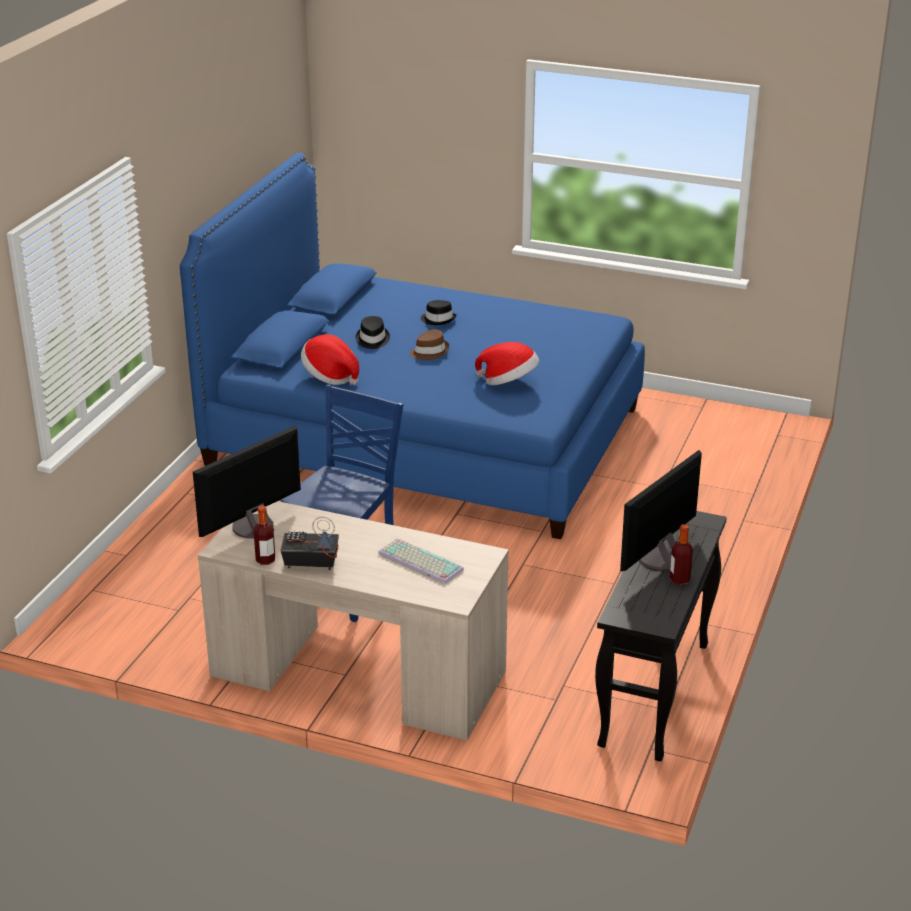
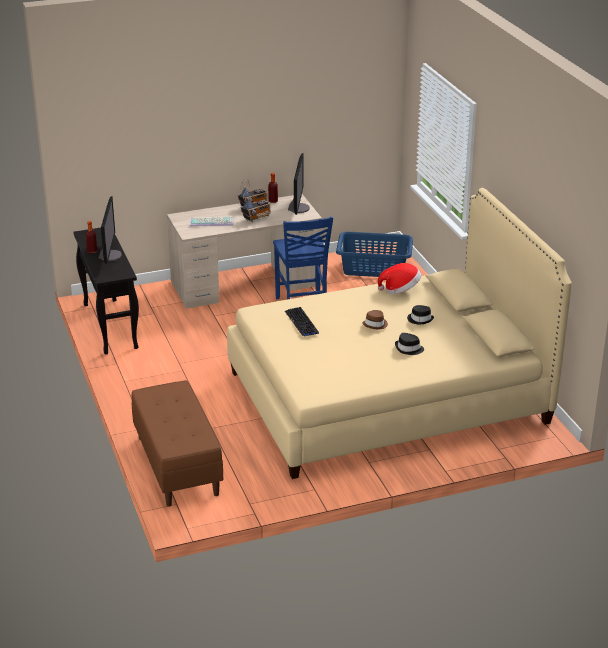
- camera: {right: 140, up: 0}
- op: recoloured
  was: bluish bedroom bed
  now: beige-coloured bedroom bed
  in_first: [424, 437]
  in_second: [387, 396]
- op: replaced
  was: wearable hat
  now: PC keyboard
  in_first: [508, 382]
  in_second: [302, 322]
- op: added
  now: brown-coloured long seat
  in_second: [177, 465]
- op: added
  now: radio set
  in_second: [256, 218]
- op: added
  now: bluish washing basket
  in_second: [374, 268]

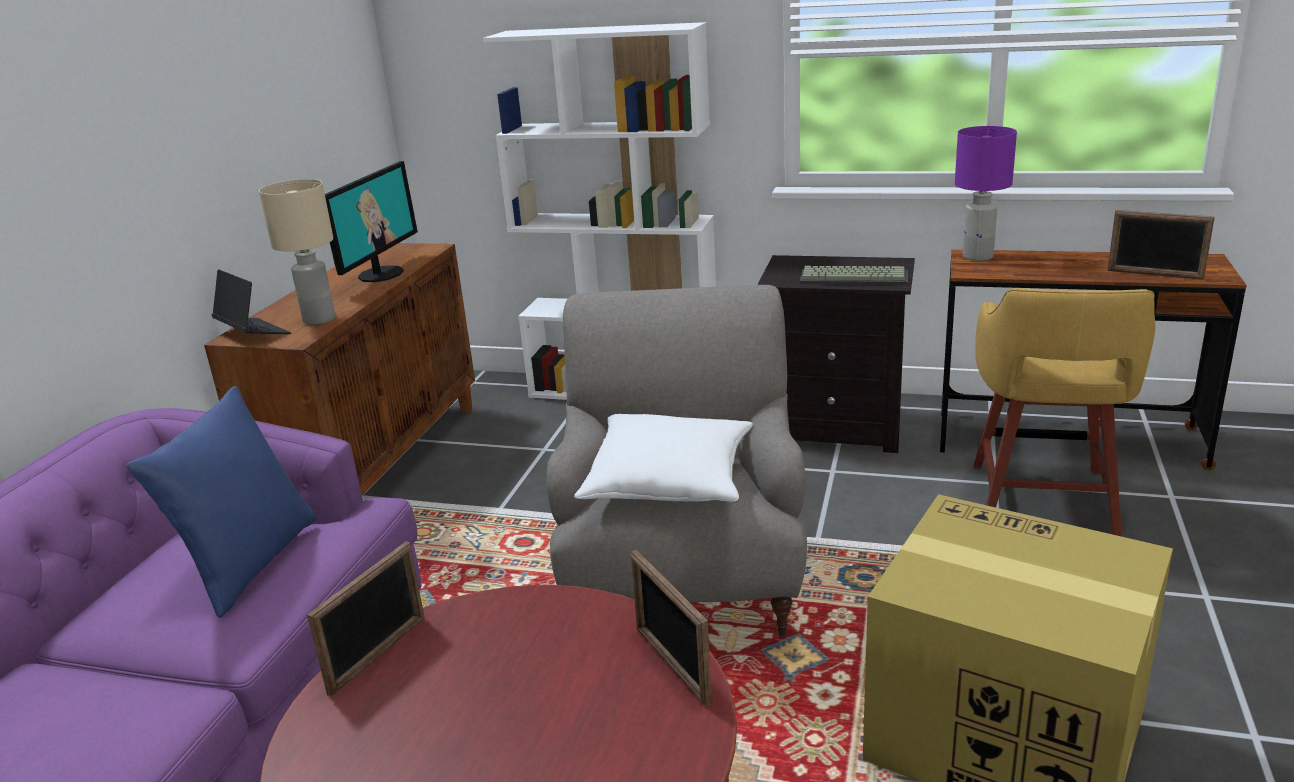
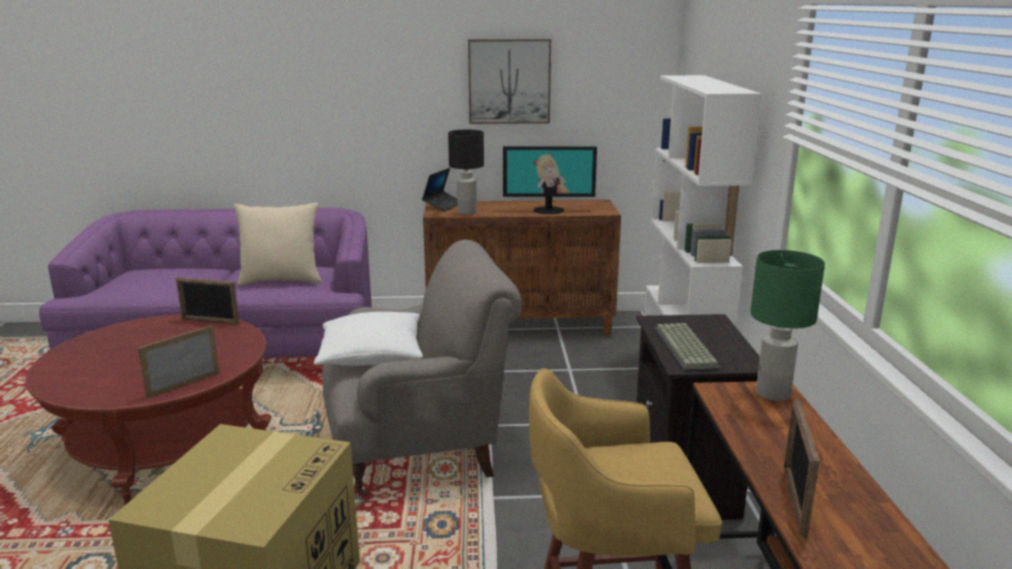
- camera: {right: 70, up: -5}
- op: recoloured
  was: bluish pillow
  now: beige-coloured pillow
  in_first: [250, 564]
  in_second: [281, 280]
- op: recoloured
  was: beige-coloured tabletop lamp
  now: black tabletop lamp
  in_first: [319, 320]
  in_second: [466, 212]
- op: recoloured
  was: purple-coloured tabletop lamp
  now: green-coloured tabletop lamp
  in_first: [978, 257]
  in_second: [772, 394]
- op: added
  now: wall picture
  in_second: [509, 81]

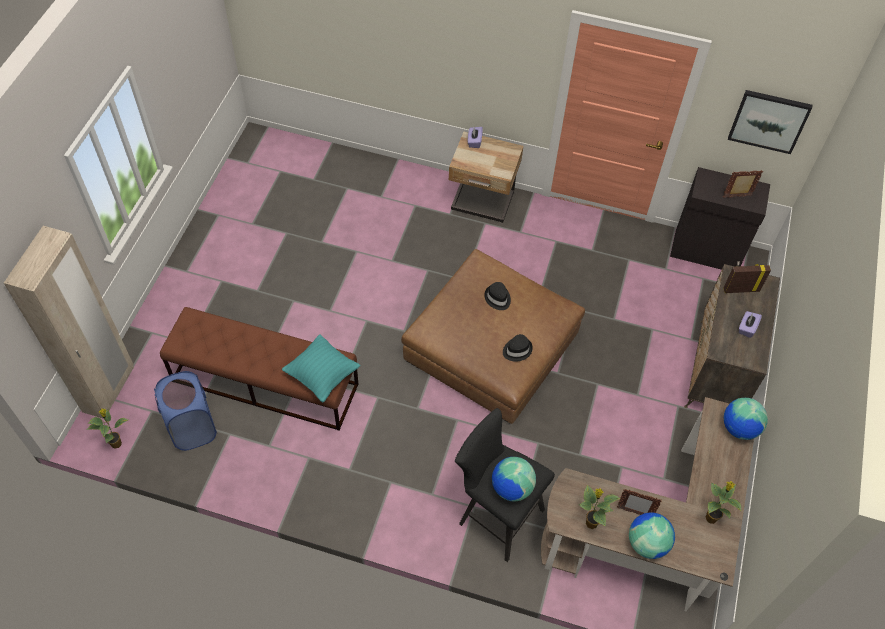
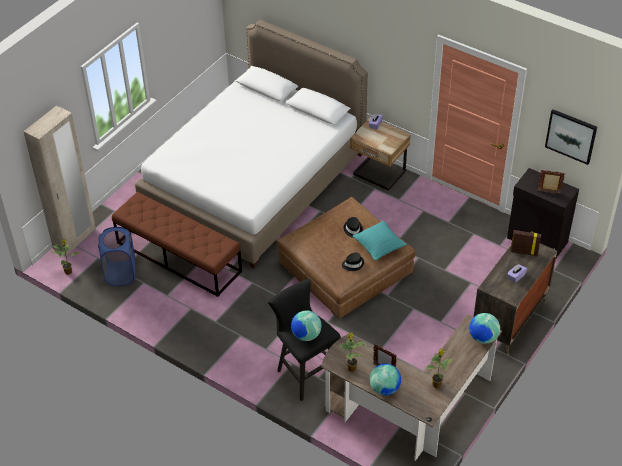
- camera: {right: 20, up: -10}
- op: moved
  was: turquoise-coloured pillow
  in_first: [322, 375]
  in_second: [379, 248]
- op: added
  now: white bedroom bed
  in_second: [255, 182]

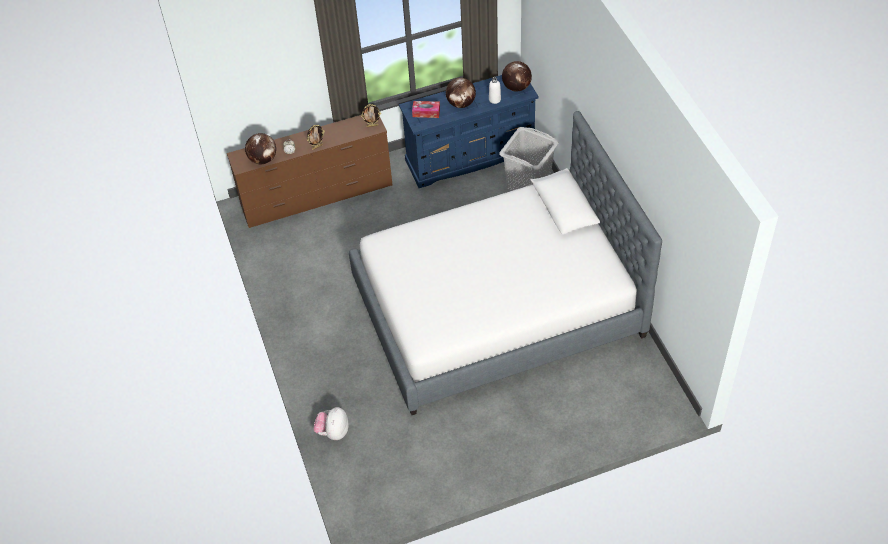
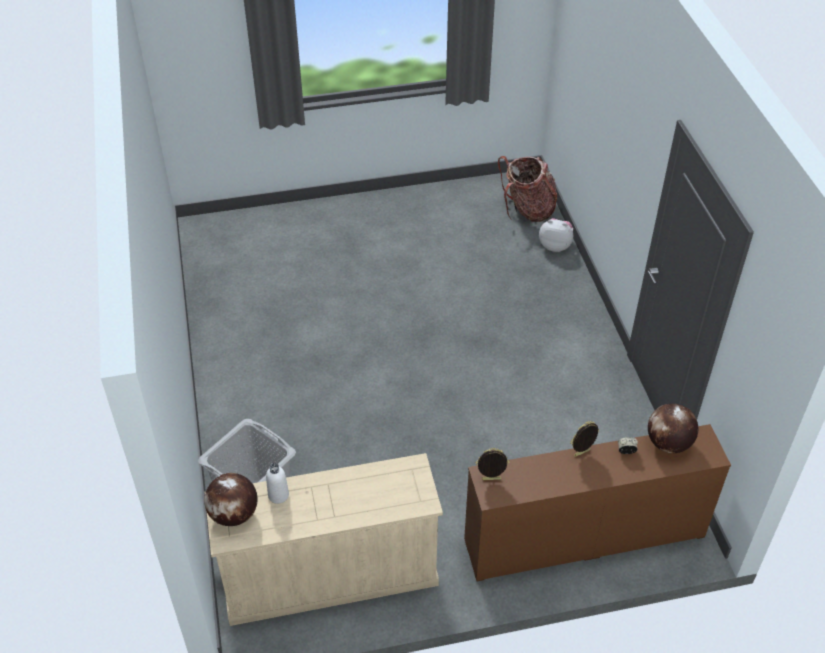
- camera: {right: -175, up: -5}
- op: turned
  was: plush toy
  in_first: [333, 432]
  in_second: [555, 245]
  clockwise: -90
- op: removed
  was: bedroom bed
  in_first: [497, 308]
- op: recoloured
  was: bluish dresser
  now: beige-coloured dresser
  in_first: [471, 156]
  in_second: [329, 576]
- op: removed
  was: box of tissues
  in_first: [426, 112]
- op: removed
  was: world globe
  in_first: [461, 104]
- op: added
  now: rucksack
  in_second: [527, 210]

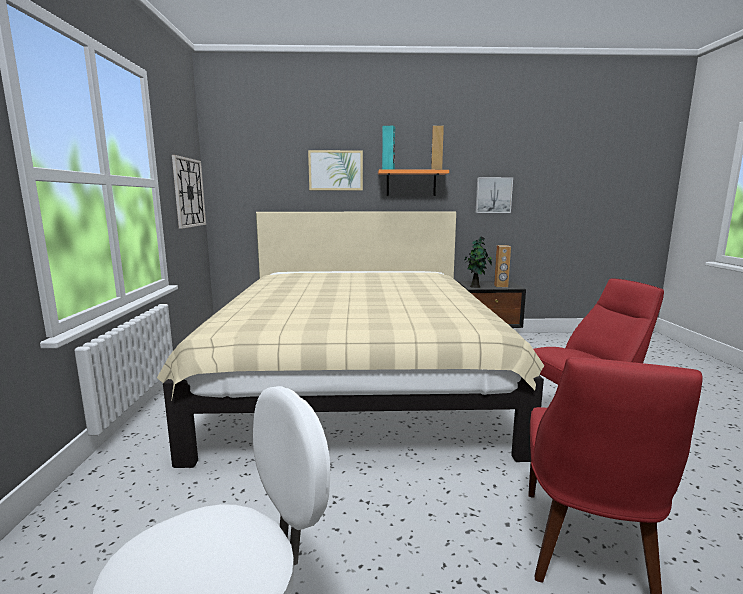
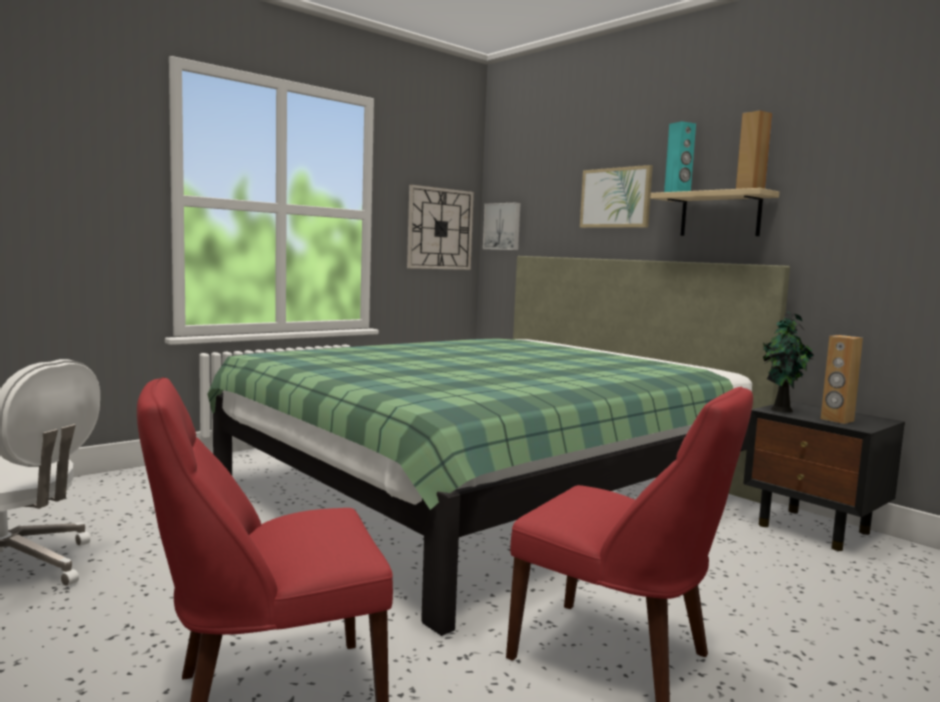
- camera: {right: 50, up: -5}
- op: recoloured
  was: beige-coloured bedroom bed
  now: green-coloured bedroom bed
  in_first: [355, 380]
  in_second: [488, 492]
- op: recoloured
  was: orange-coloured bracket shelf
  now: beige-coloured bracket shelf
  in_first: [411, 183]
  in_second: [720, 215]
- op: moved
  was: wall picture
  in_first: [493, 195]
  in_second: [503, 226]

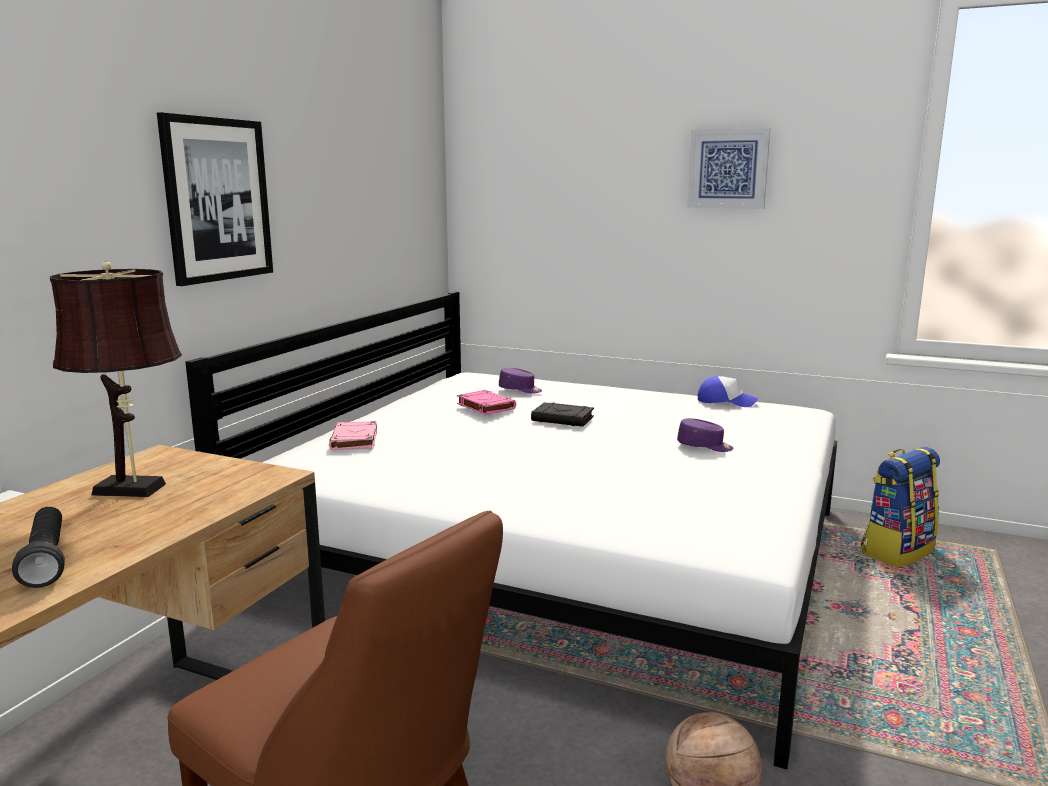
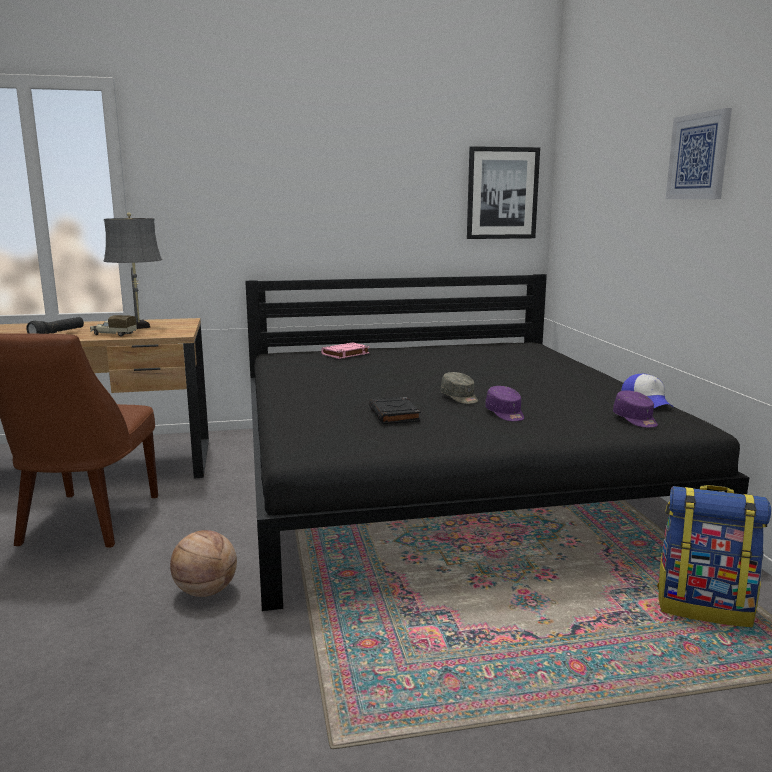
- camera: {right: 55, up: 0}
- op: recoloured
  was: brown-coloured tabletop lamp
  now: gray tabletop lamp
  in_first: [135, 490]
  in_second: [139, 326]
- op: moved
  was: wall picture
  in_first: [217, 200]
  in_second: [502, 193]
- op: recoloured
  was: white bedroom bed
  now: black bedroom bed
  in_first: [561, 553]
  in_second: [443, 480]
- op: removed
  was: pinkish volume
  in_first: [485, 406]
- op: moved
  was: purple-coloured cap
  in_first: [520, 390]
  in_second: [635, 420]
- op: moved
  was: black volume
  in_first: [563, 419]
  in_second: [394, 415]
- op: added
  now: toy truck
  in_second: [113, 334]
- op: added
  now: gray cap
  in_second: [460, 398]

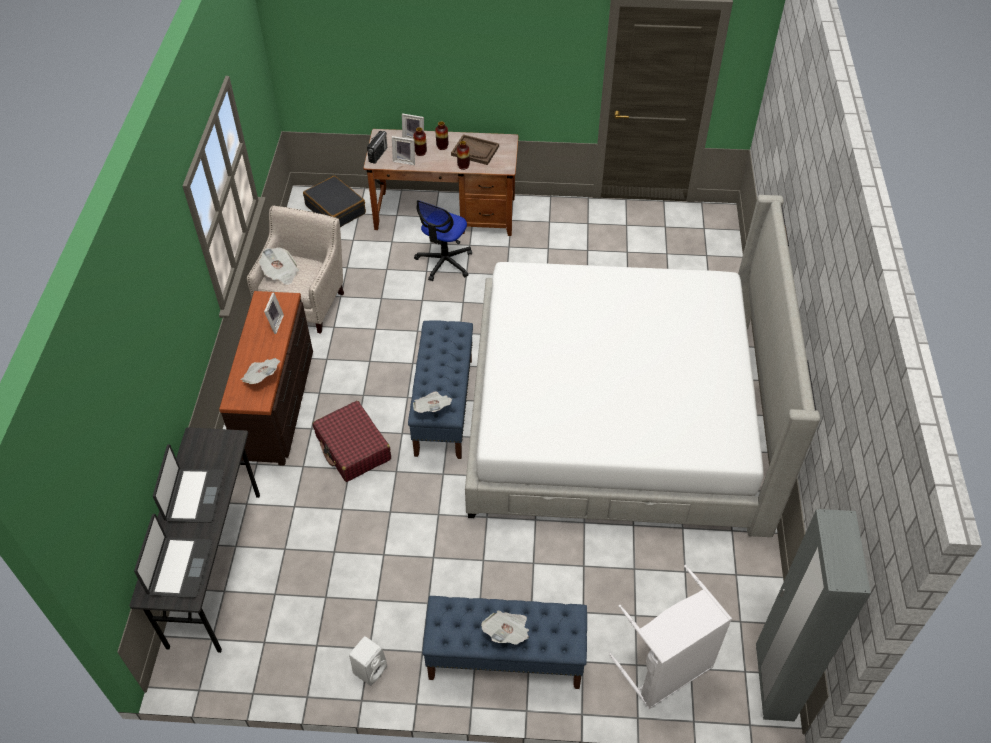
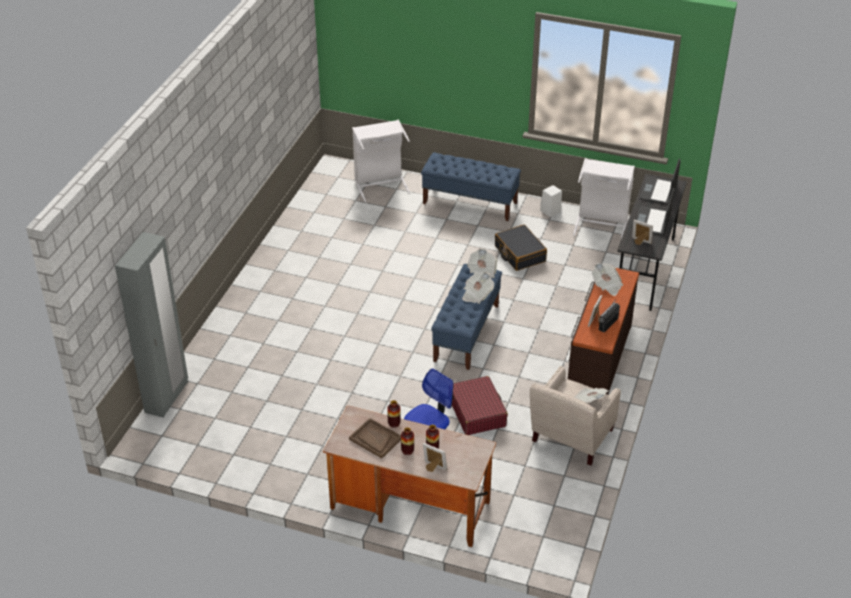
- camera: {right: -165, up: -10}
- op: moved
  was: black travel case
  in_first: [336, 209]
  in_second: [519, 254]
- op: moved
  was: reddish travel case
  in_first: [353, 448]
  in_second: [477, 412]
- op: moved
  was: radio set
  in_first: [378, 154]
  in_second: [608, 324]
- op: moved
  was: standing frame
  in_first: [405, 160]
  in_second: [640, 242]
- op: removed
  was: bedroom bed
  in_first: [617, 415]
- op: moved
  was: daily paper
  in_first: [507, 632]
  in_second: [476, 294]
- op: moved
  was: gray clothes cupboard
  in_first: [773, 683]
  in_second: [167, 397]
- op: added
  now: white washing basket
  in_second: [601, 224]

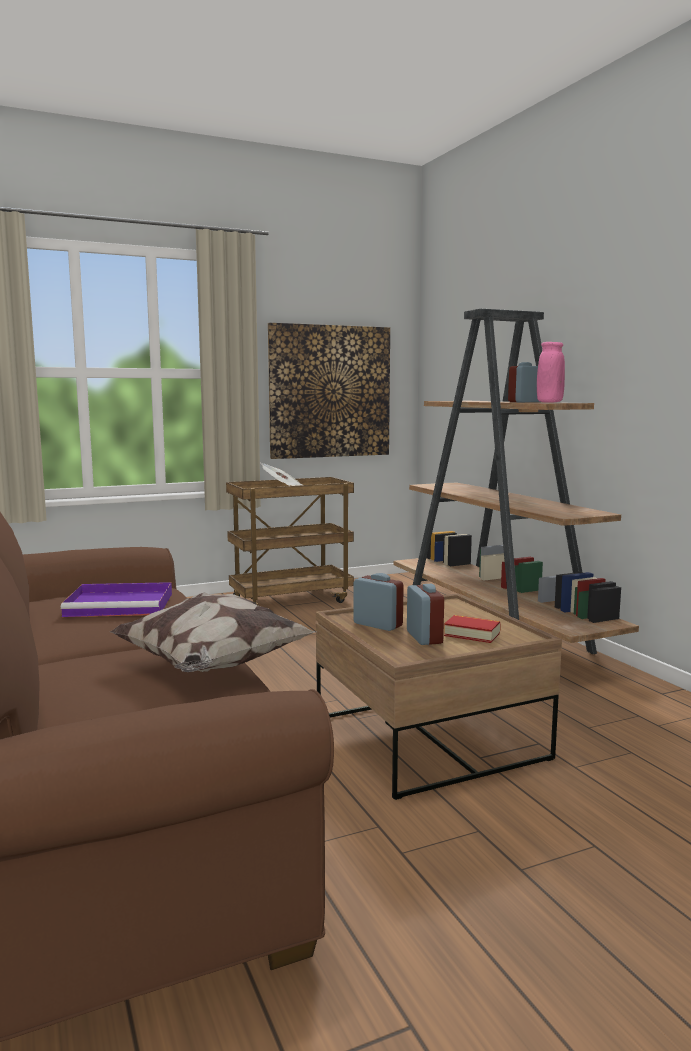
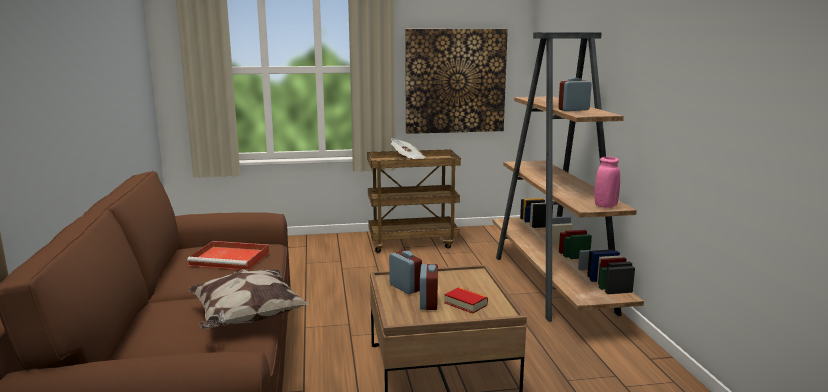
- camera: {right: 15, up: 5}
- op: recoloured
  was: purple-coloured serving tray
  now: reddish serving tray
  in_first: [122, 604]
  in_second: [231, 258]
- op: moved
  was: pinkish flower vase
  in_first: [549, 402]
  in_second: [605, 206]

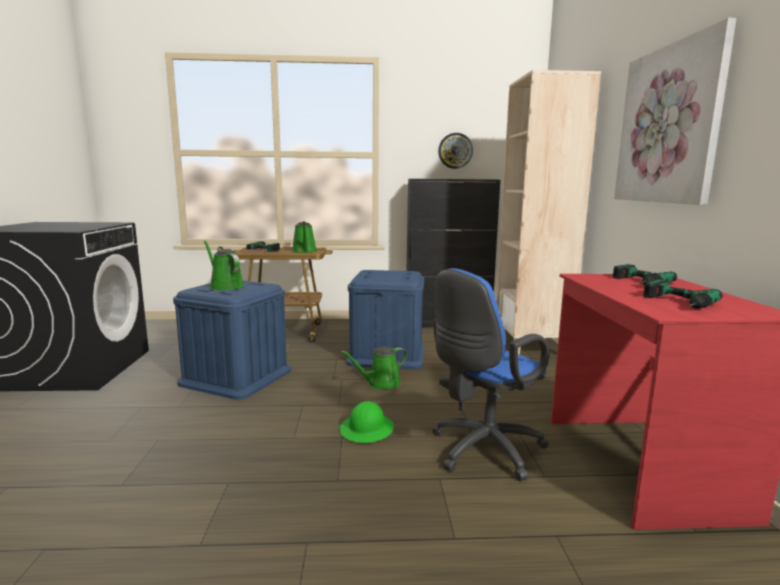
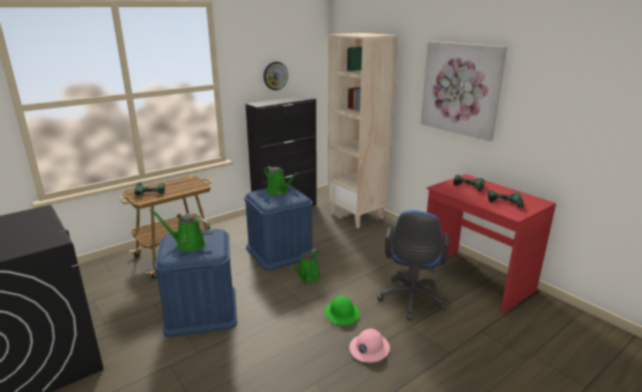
- camera: {right: -35, up: 10}
- op: moved
  was: green-coloured watering can
  in_first: [304, 251]
  in_second: [278, 192]
- op: added
  now: pinkish safety helmet
  in_second: [369, 348]

